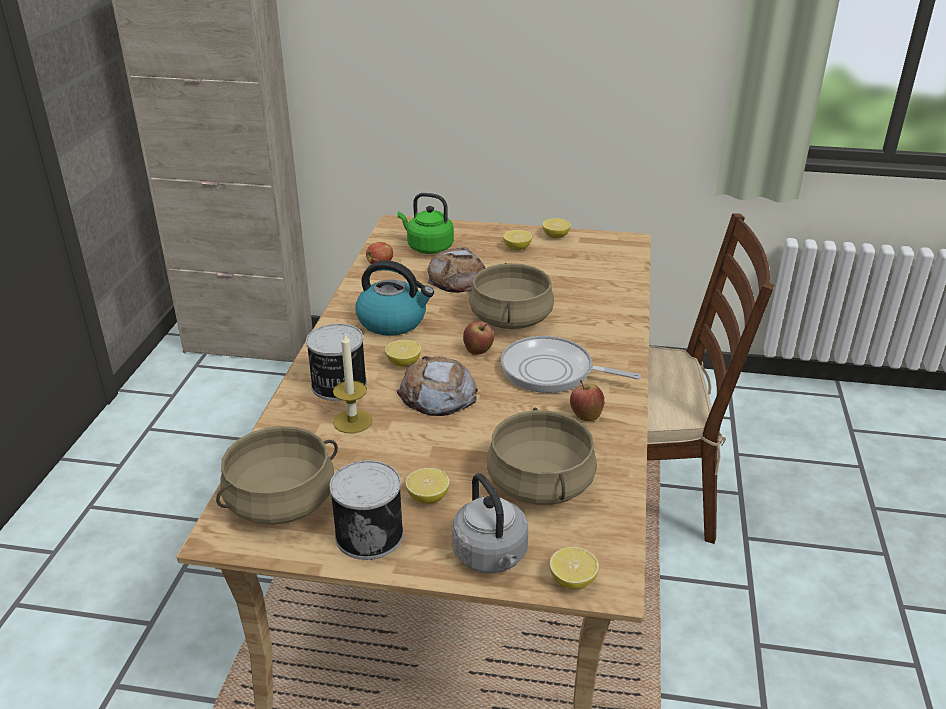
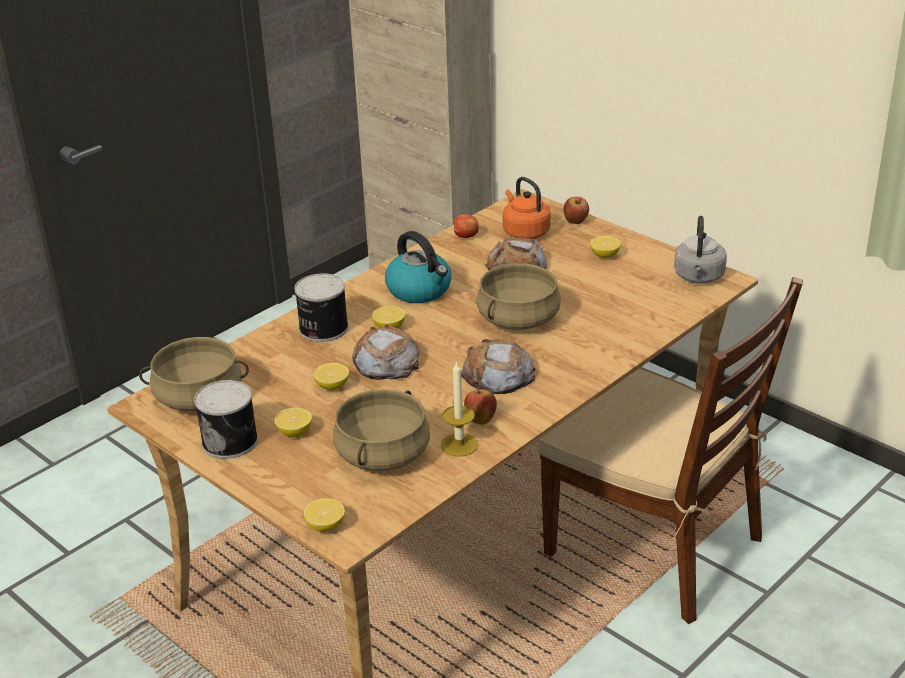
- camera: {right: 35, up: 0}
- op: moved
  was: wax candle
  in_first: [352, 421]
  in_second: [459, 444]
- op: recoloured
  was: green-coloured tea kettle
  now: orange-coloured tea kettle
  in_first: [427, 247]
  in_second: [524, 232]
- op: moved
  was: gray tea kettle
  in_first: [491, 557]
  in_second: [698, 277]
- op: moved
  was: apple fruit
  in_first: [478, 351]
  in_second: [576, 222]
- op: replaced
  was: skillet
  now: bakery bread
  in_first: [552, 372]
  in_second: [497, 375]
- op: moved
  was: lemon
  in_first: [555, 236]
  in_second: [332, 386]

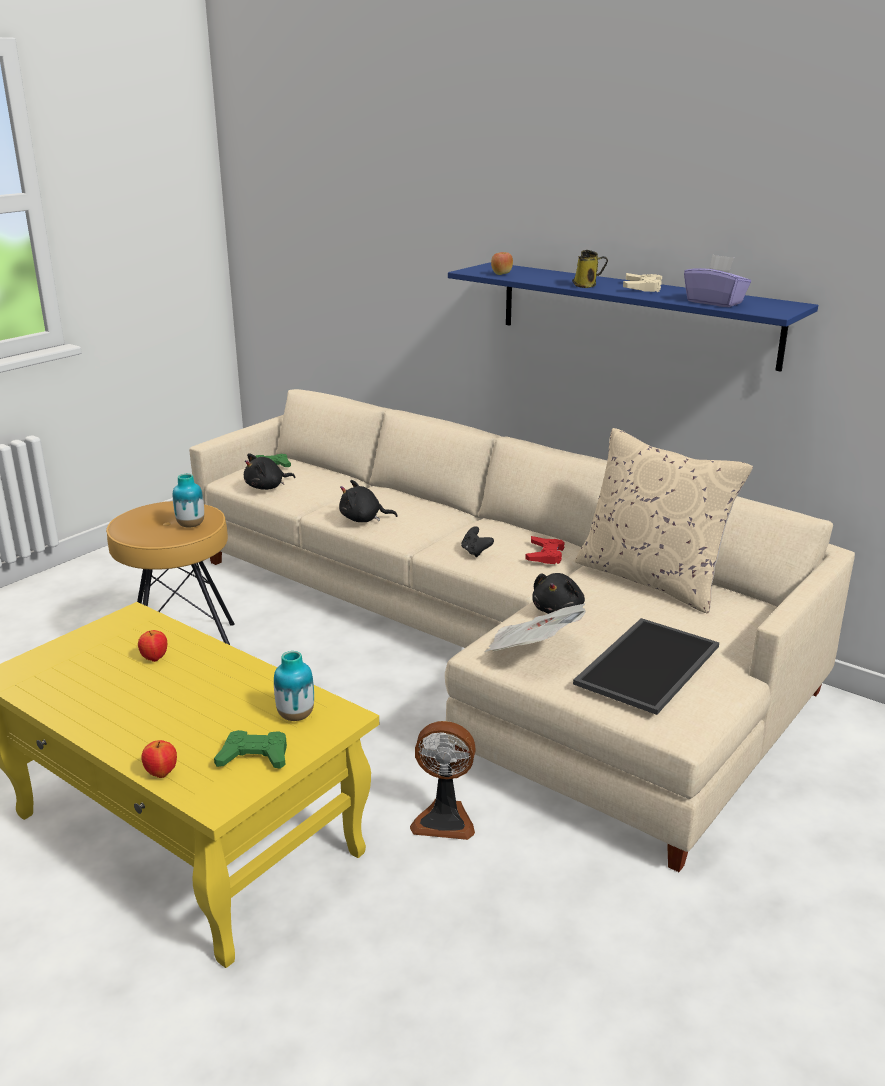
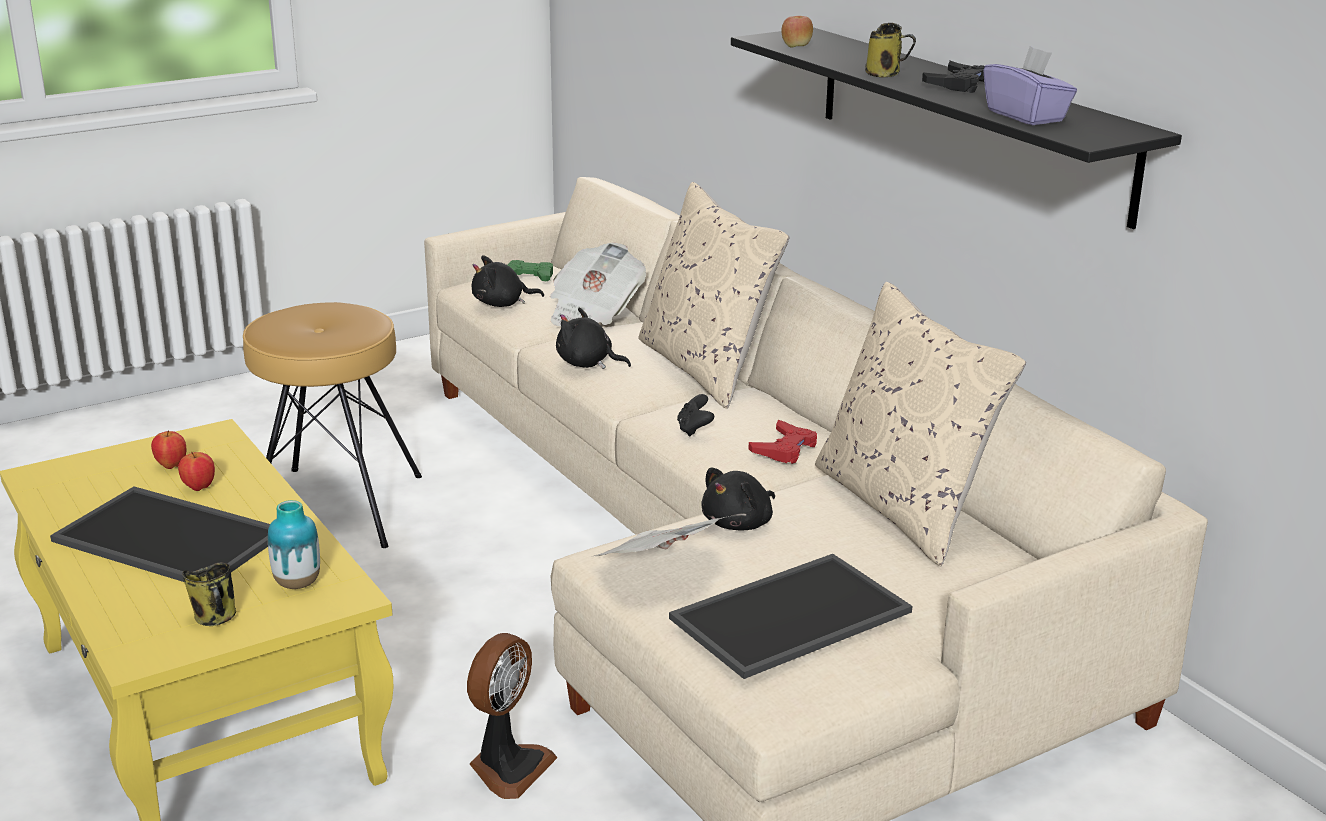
- camera: {right: 20, up: 0}
- op: moved
  was: apple fruit
  in_first: [161, 773]
  in_second: [171, 466]
- op: removed
  was: flower vase
  in_first: [191, 525]
- op: replaced
  was: green-coloured gamepad
  now: coffee mug
  in_first: [254, 756]
  in_second: [216, 618]
- op: turned
  was: fan
  in_first: [444, 819]
  in_second: [508, 767]
  clockwise: -90
- op: recoloured
  was: bluish bracket shelf
  now: black bracket shelf
  in_first: [635, 313]
  in_second: [969, 121]
- op: recoloured
  was: beige-coloured gamepad
  now: black gamepad
  in_first: [642, 288]
  in_second: [960, 84]
- op: added
  now: serving tray
  in_second: [173, 537]
- op: added
  now: daily paper
  in_second: [593, 312]
- op: added
  now: beige-coloured pillow
  in_second: [706, 368]

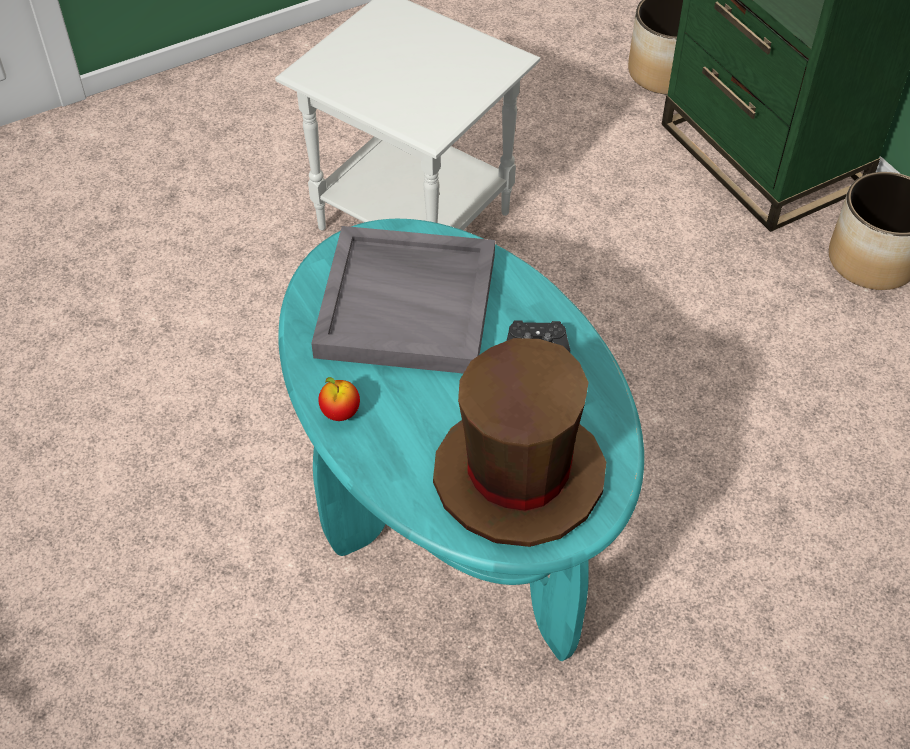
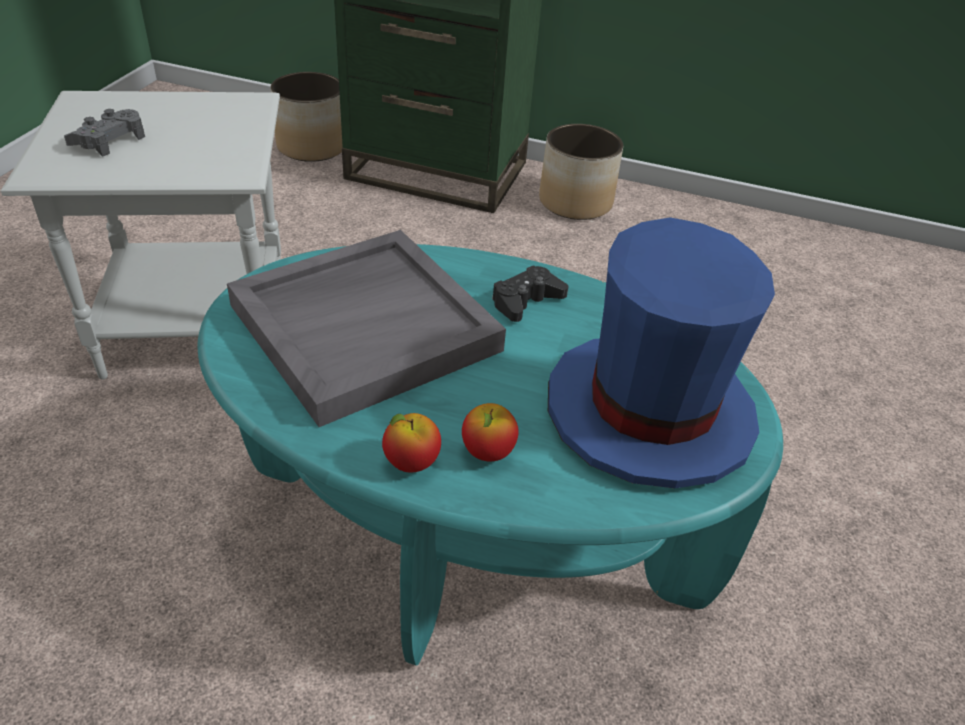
- camera: {right: -45, up: -10}
- op: recoloured
  was: brown-coloured wearable hat
  now: bluish wearable hat
  in_first: [518, 475]
  in_second: [647, 412]
- op: added
  now: gray gamepad
  in_second: [108, 140]
- op: added
  now: apple fruit
  in_second: [487, 452]

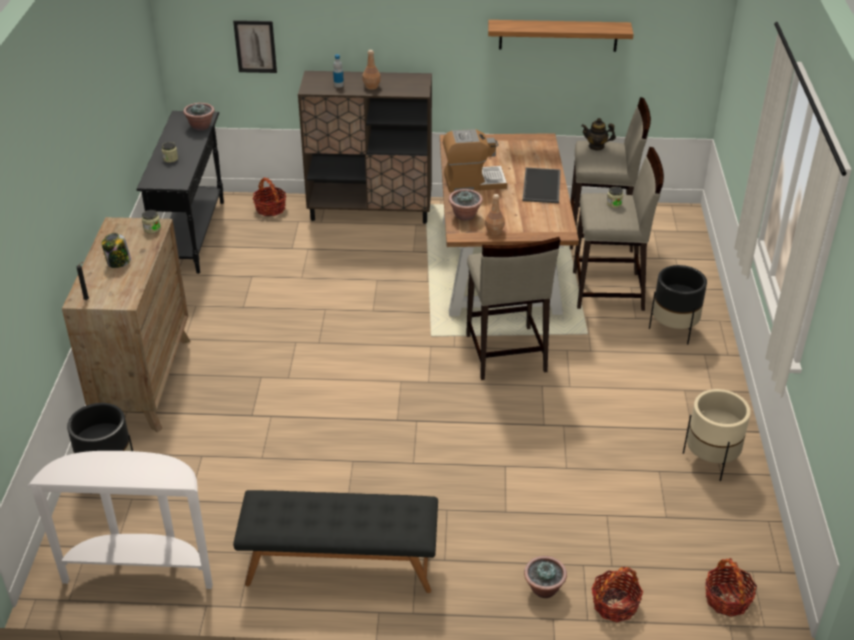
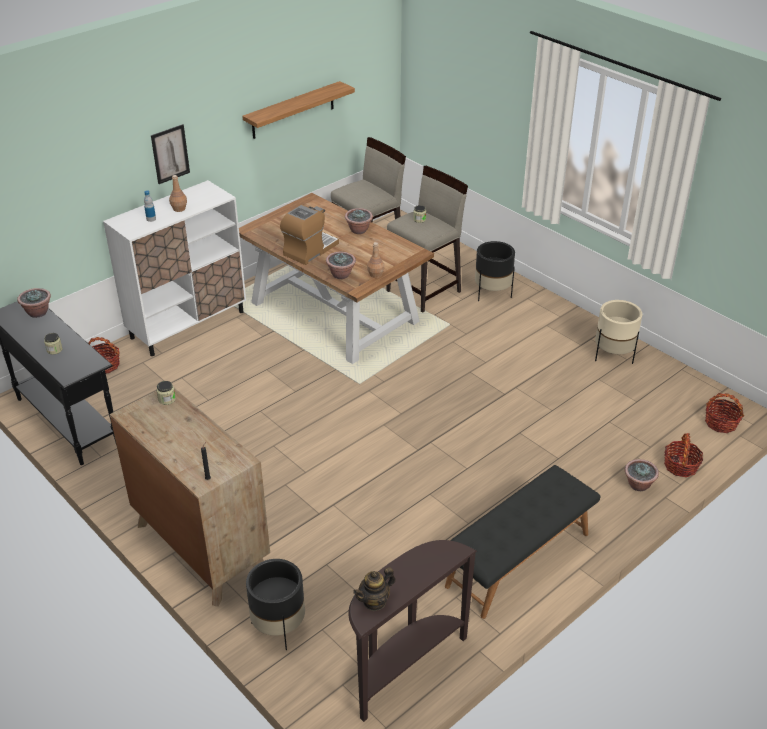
- camera: {right: -45, up: 0}
- op: recoloured
  was: white hall table
  now: brown-coloured hall table
  in_first: [141, 570]
  in_second: [403, 666]
- op: removed
  was: preserve jar
  in_first: [118, 262]
- op: moved
  was: wall picture
  in_first: [255, 46]
  in_second: [170, 154]
- op: recoloured
  was: brown-coloured cabinet
  now: white cabinet
  in_first: [371, 210]
  in_second: [188, 324]
- op: removed
  was: beige-coloured stool seat
  in_first: [505, 354]
- op: replaced
  was: serving tray
  now: plant in a pot
  in_first: [542, 186]
  in_second: [359, 230]
- op: moved
  was: pot for tea
  in_first: [596, 146]
  in_second: [374, 601]

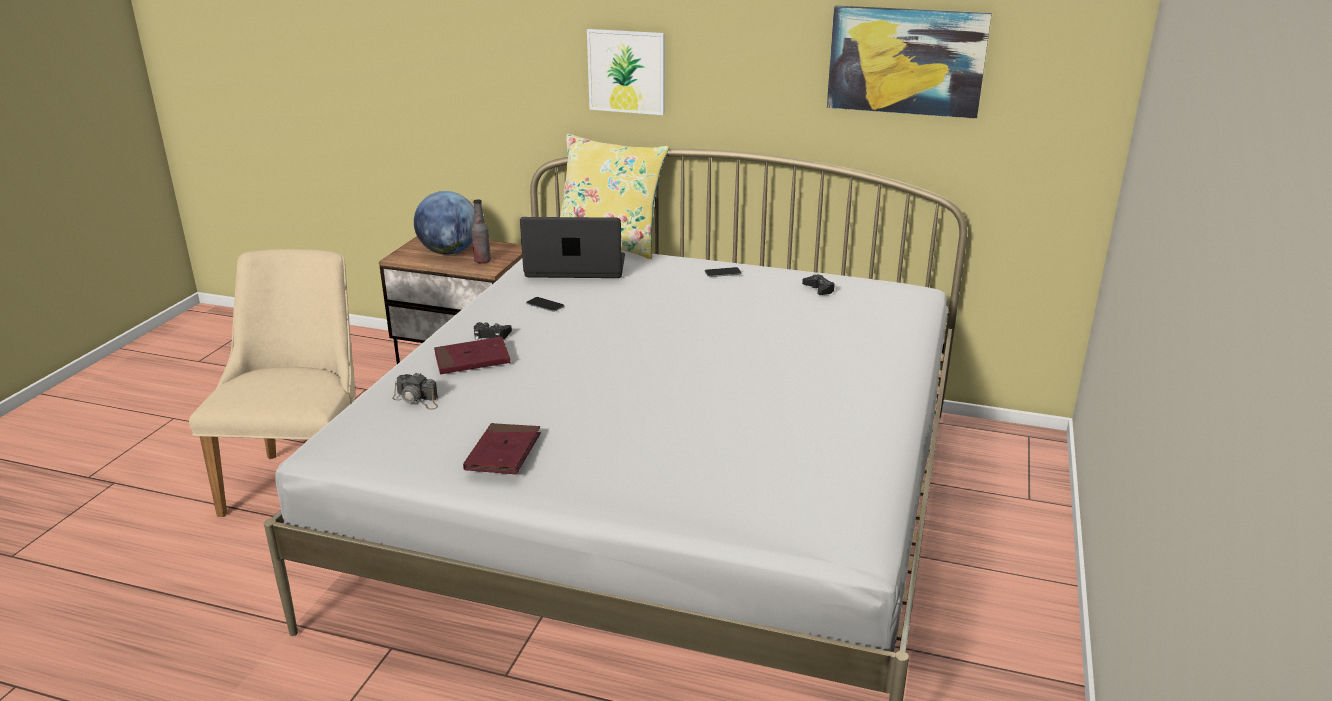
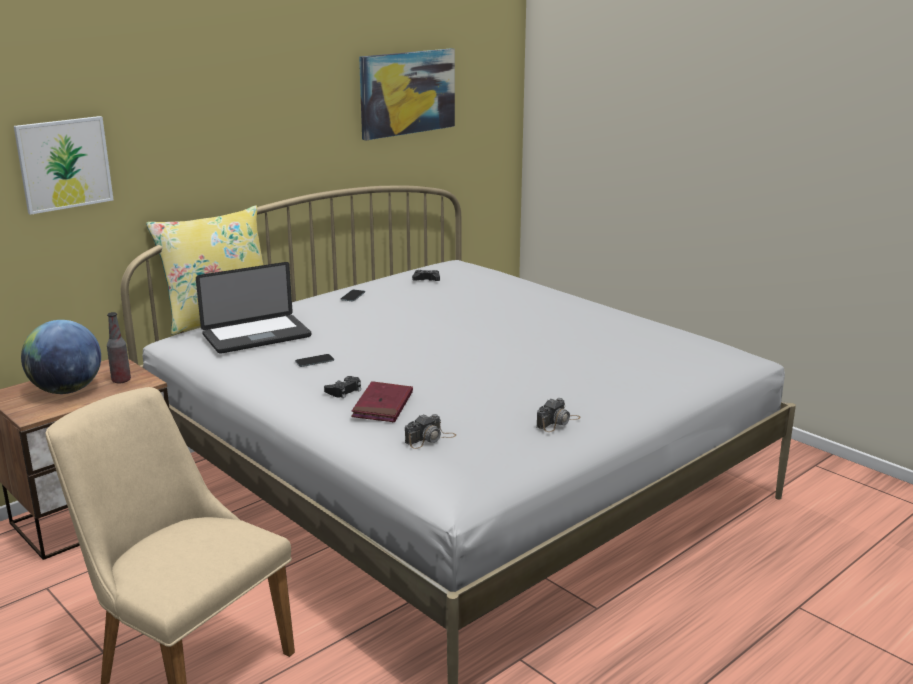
- camera: {right: -60, up: -5}
- op: replaced
  was: reddish volume
  now: photo camera
  in_first: [503, 452]
  in_second: [558, 422]
- op: turned
  was: portable computer
  in_first: [575, 268]
  in_second: [256, 336]
  clockwise: -150
- op: moved
  was: wall picture
  in_first: [627, 71]
  in_second: [64, 164]

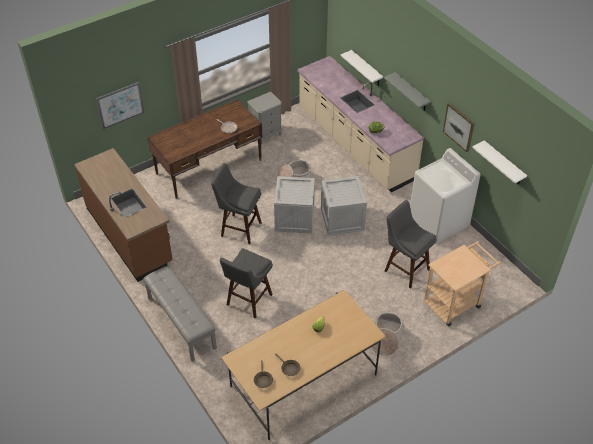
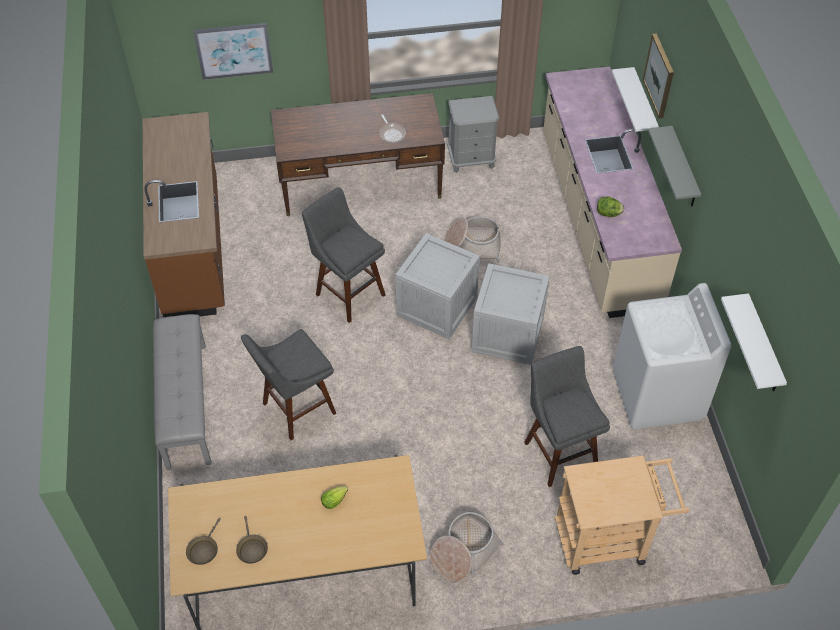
- camera: {right: 25, up: 5}
- op: moved
  was: wall picture
  in_first: [459, 127]
  in_second: [659, 75]

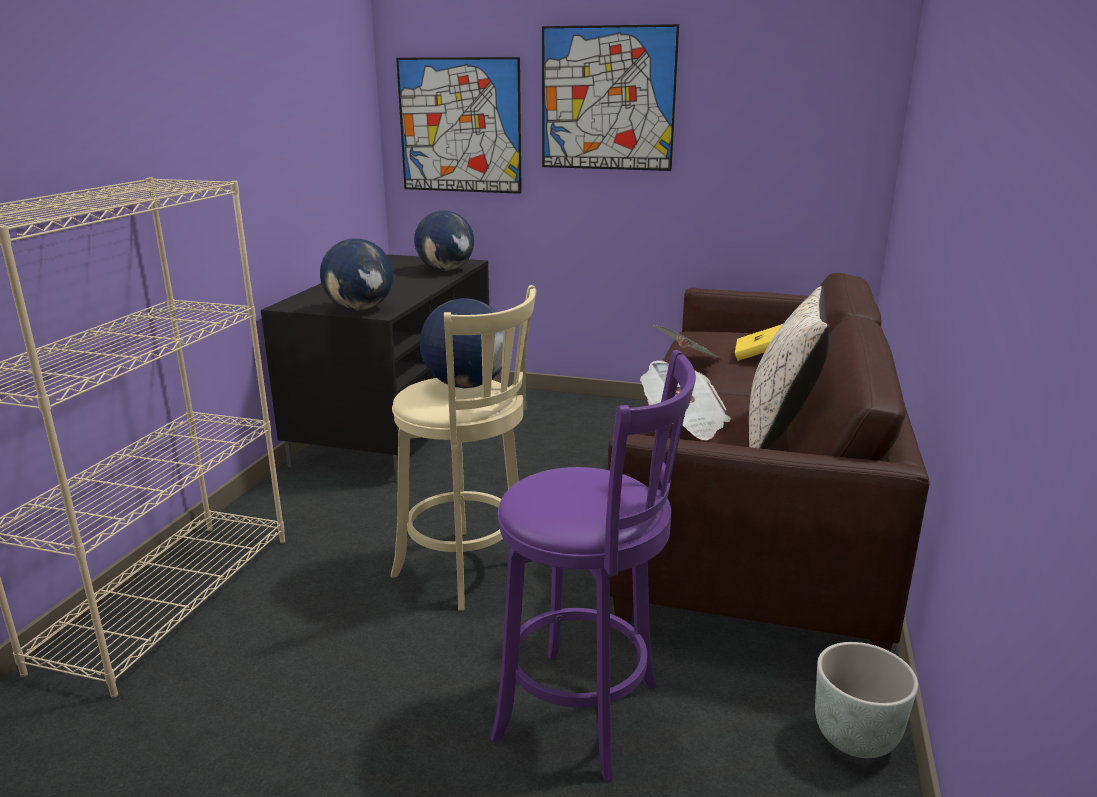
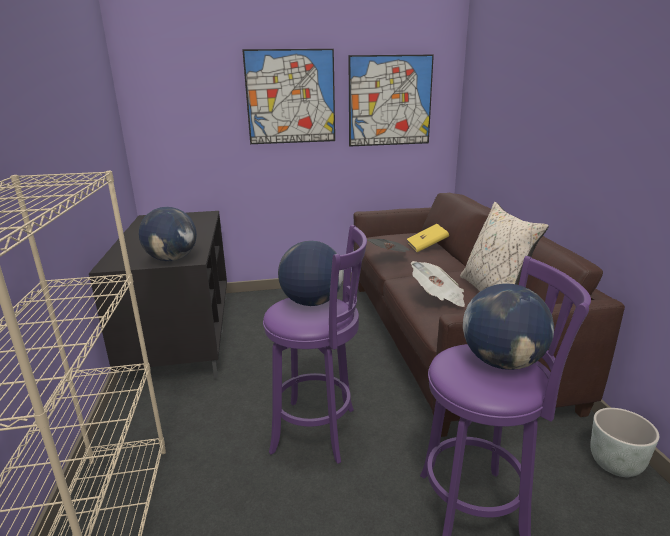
- camera: {right: -25, up: 0}
- op: recoloured
  was: beige-coloured stool seat
  now: purple-coloured stool seat
  in_first: [468, 570]
  in_second: [319, 431]
- op: moved
  was: wall picture
  in_first: [460, 126]
  in_second: [390, 101]
- op: moved
  was: world globe
  in_first: [446, 270]
  in_second: [502, 362]

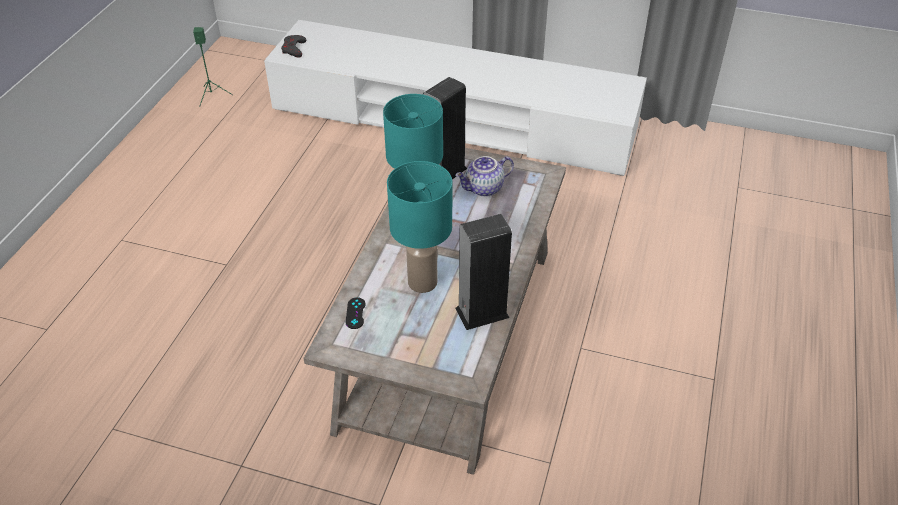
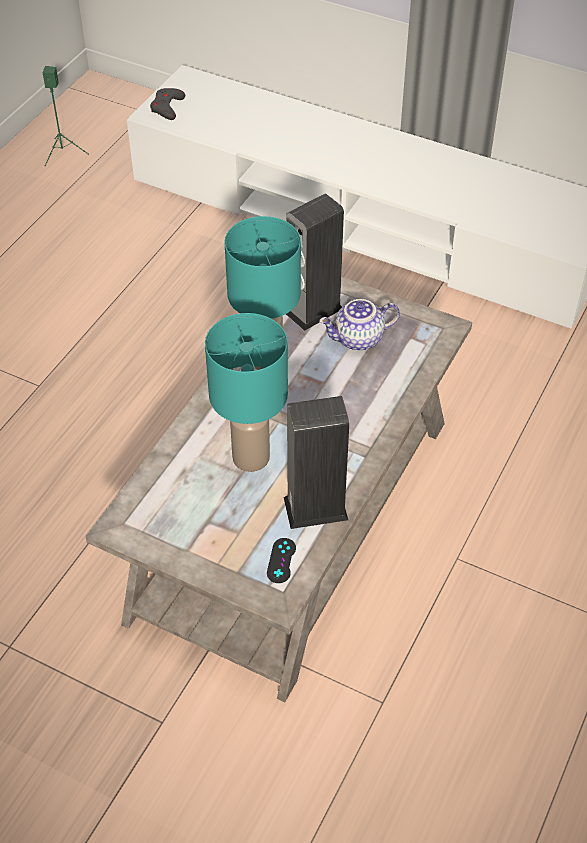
- camera: {right: 10, up: 5}
- op: moved
  was: black gamepad
  in_first: [355, 313]
  in_second: [281, 560]

